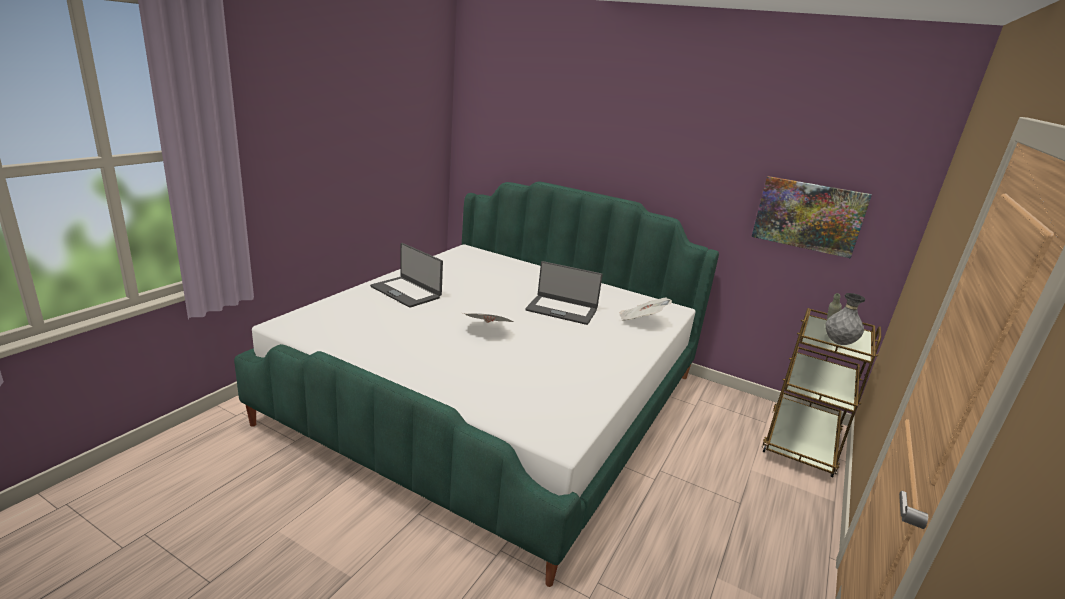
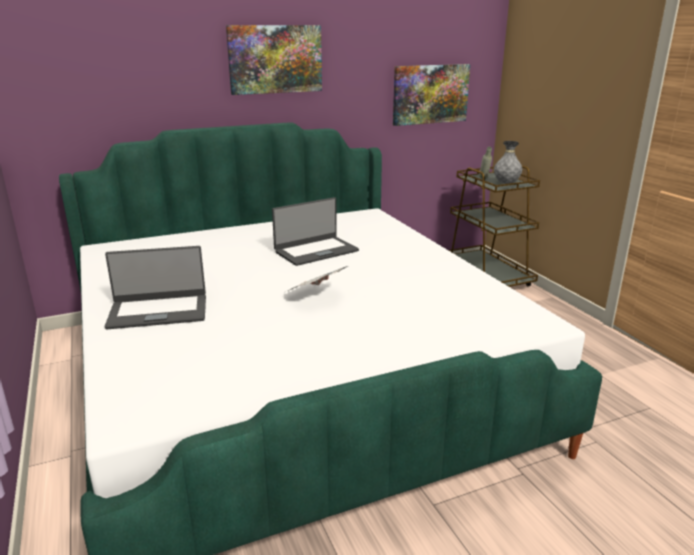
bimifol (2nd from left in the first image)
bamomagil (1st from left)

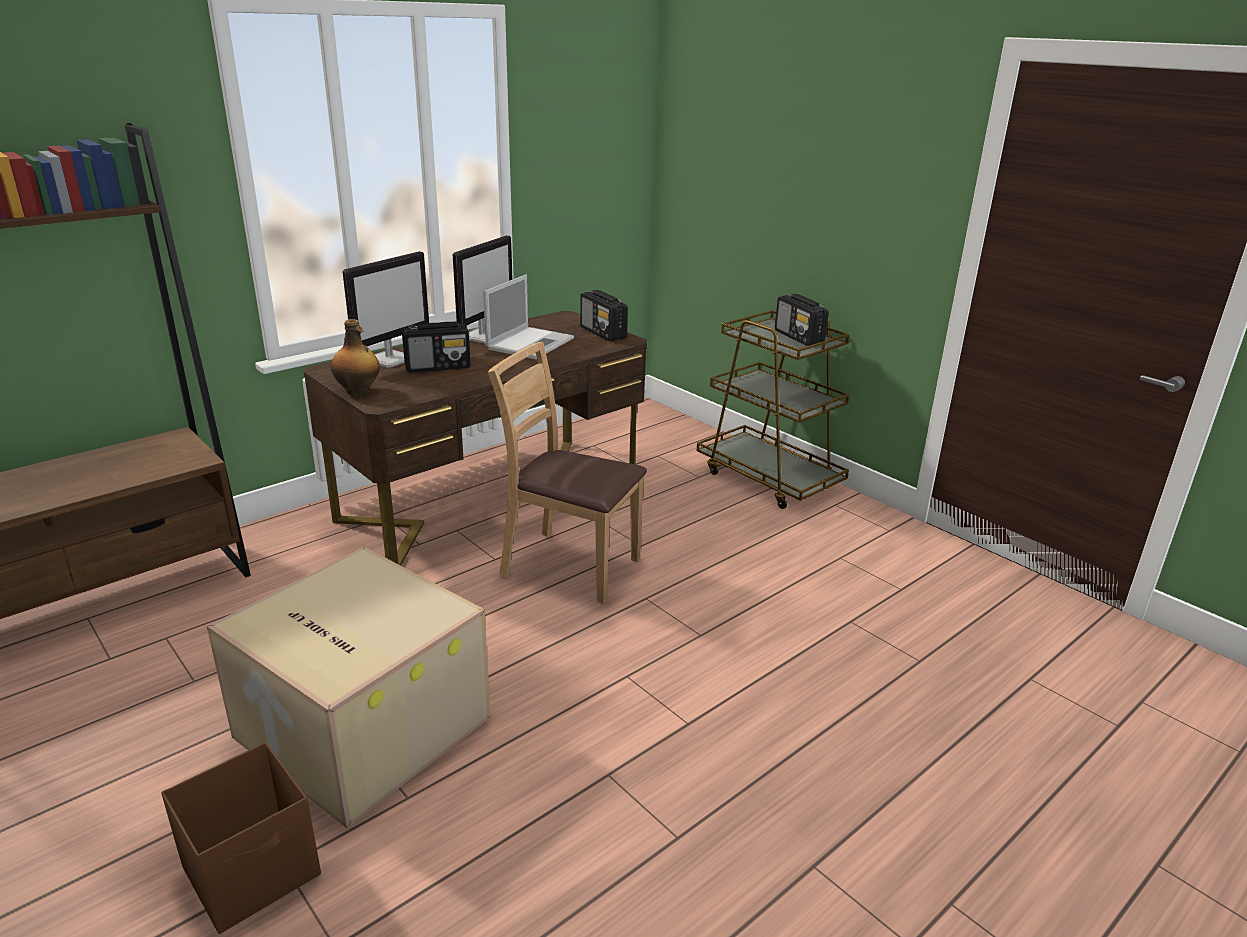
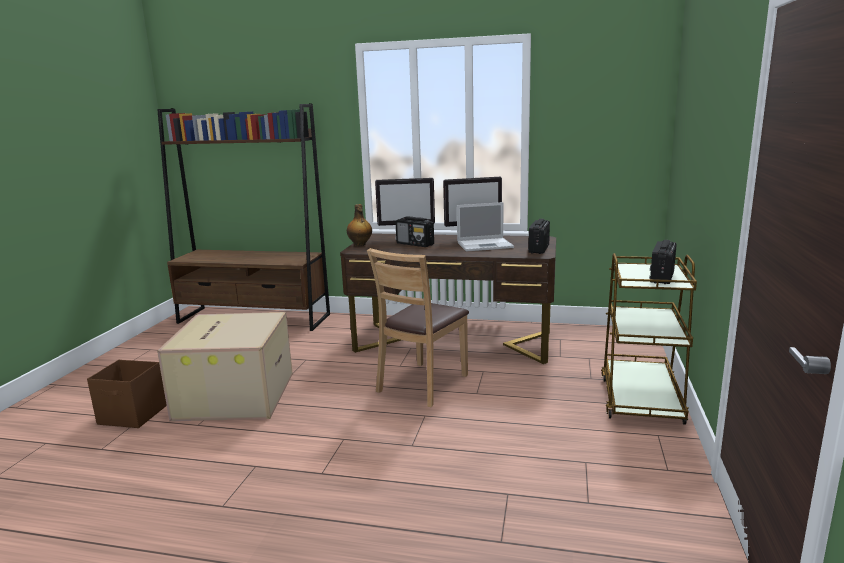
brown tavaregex

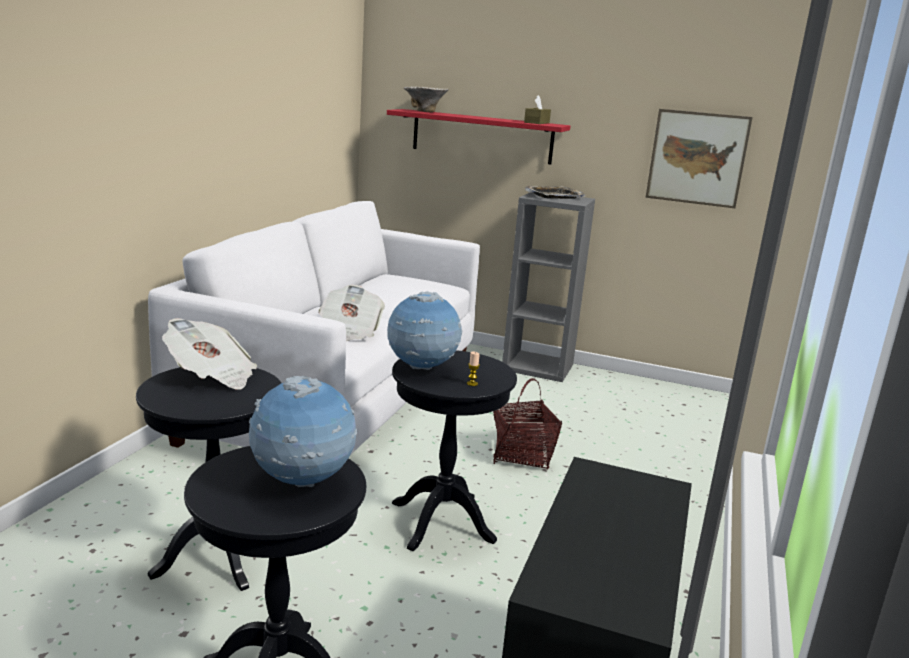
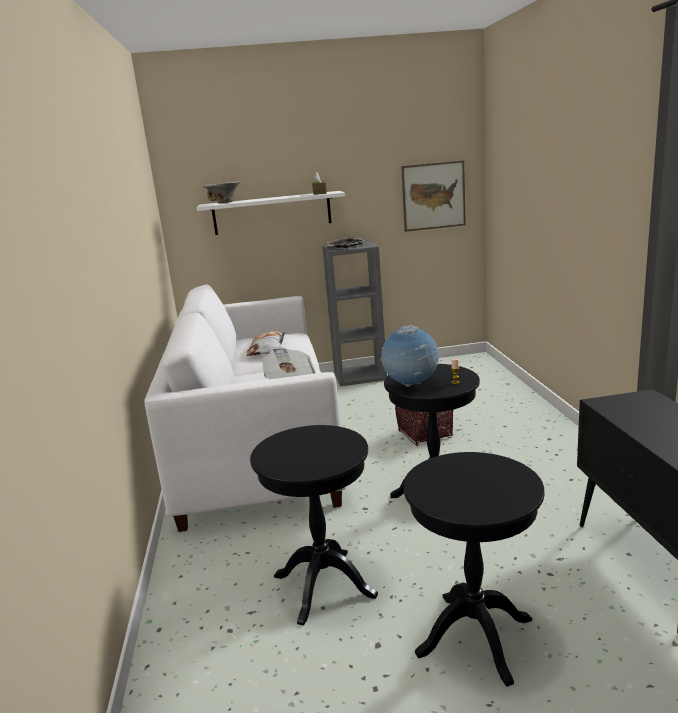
bimifol (1st from left in the first image)
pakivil (1st from left in the first image)
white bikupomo
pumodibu

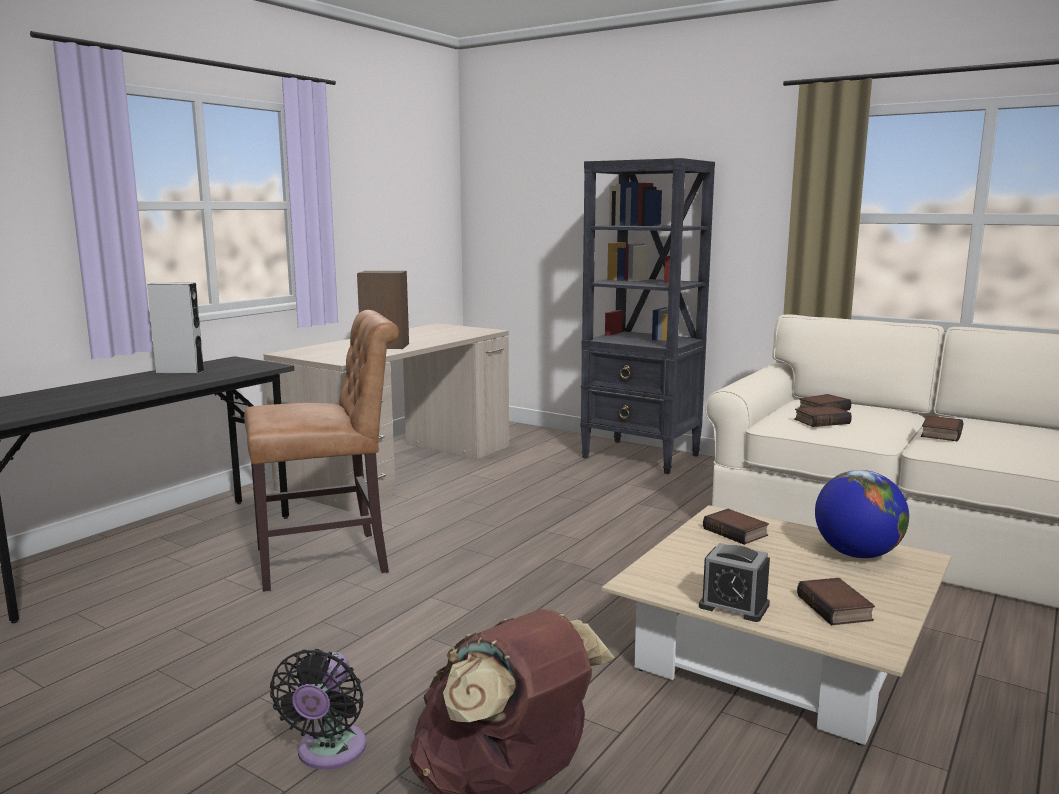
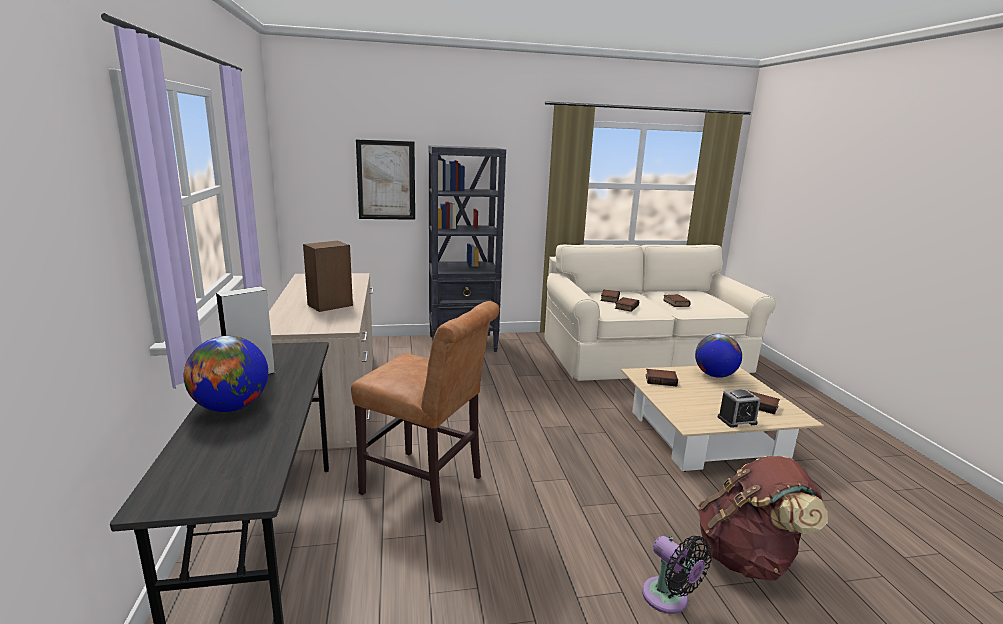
brown tavaregex
pakivil (1st from left)
bamomagil

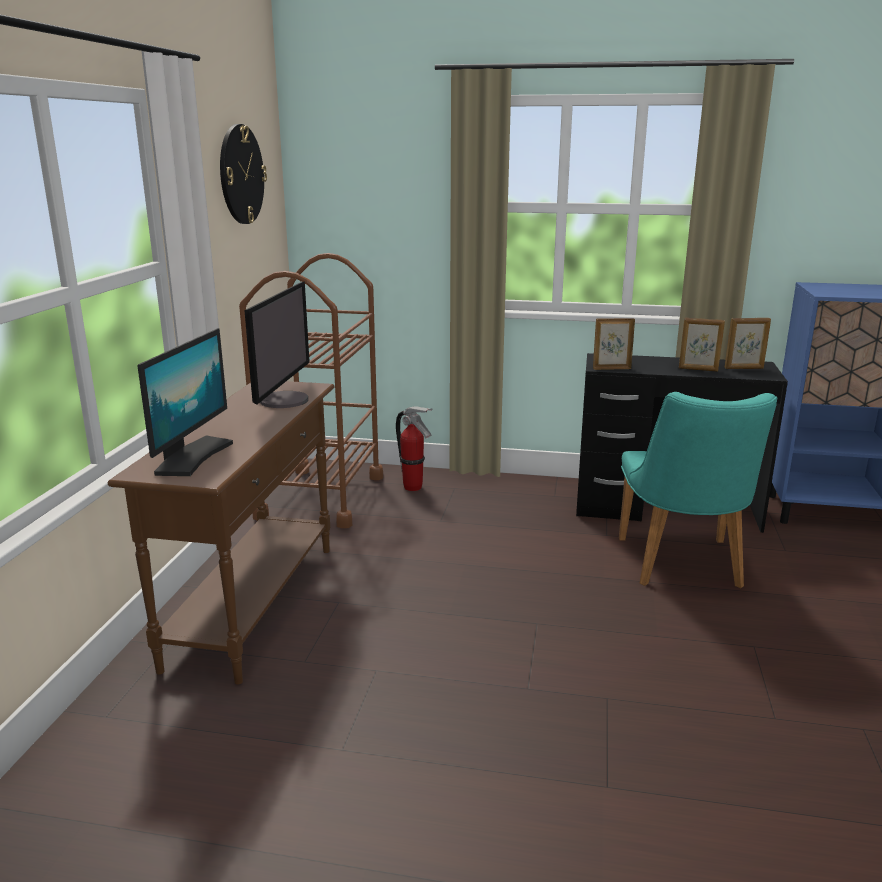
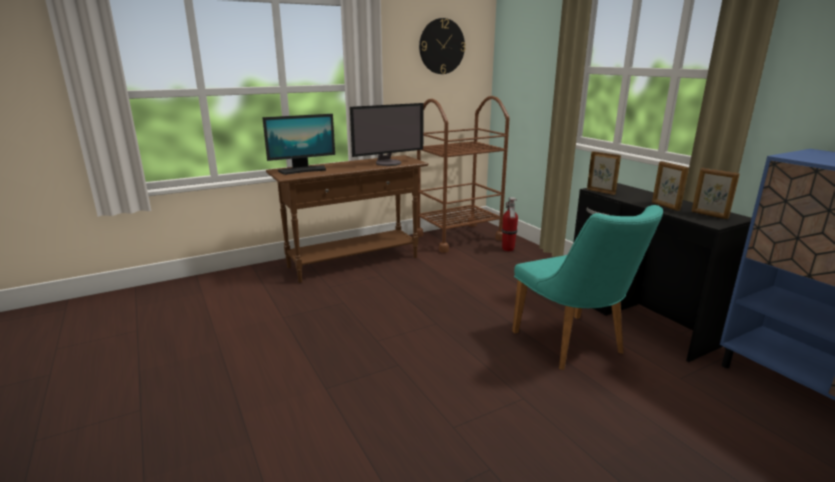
turquoise tavaregex

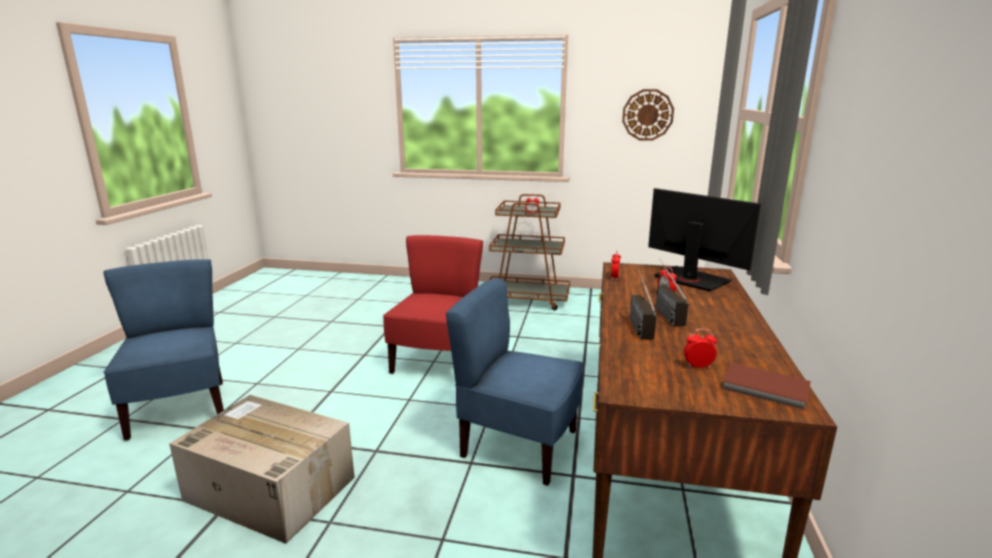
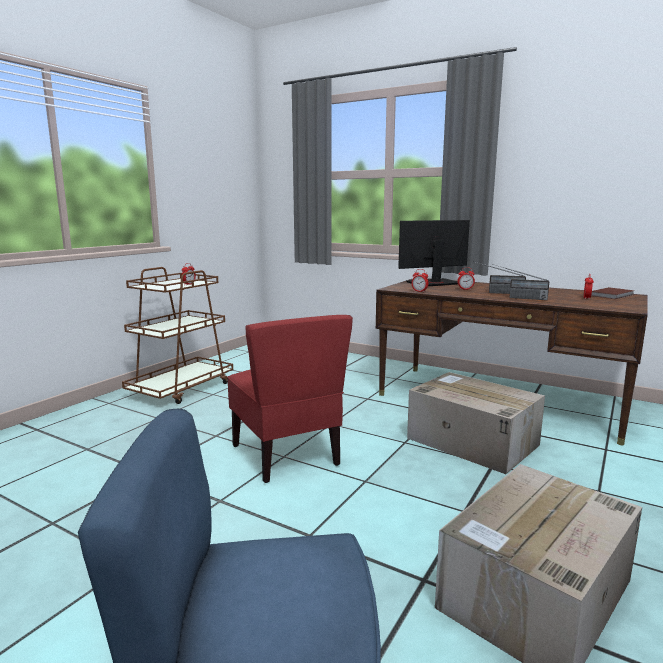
red tavaregex
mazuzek (1st from left)
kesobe

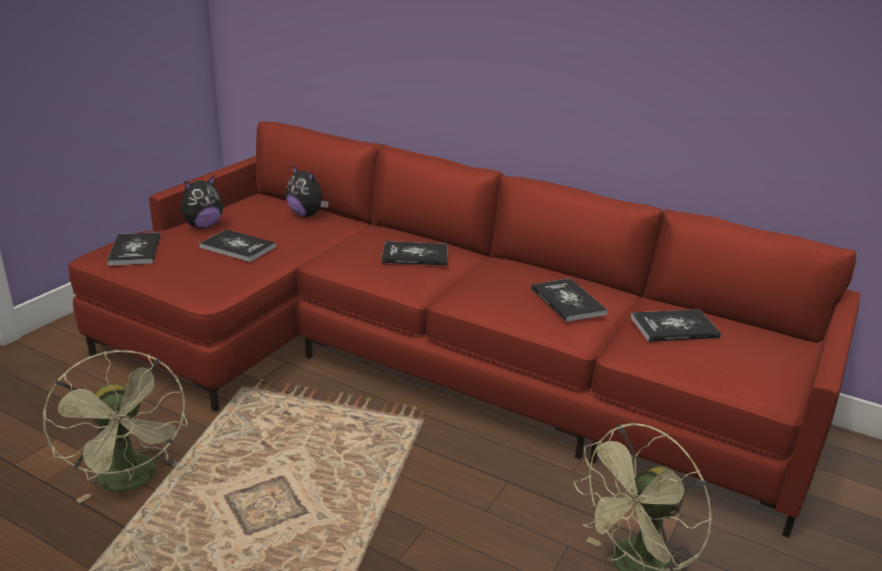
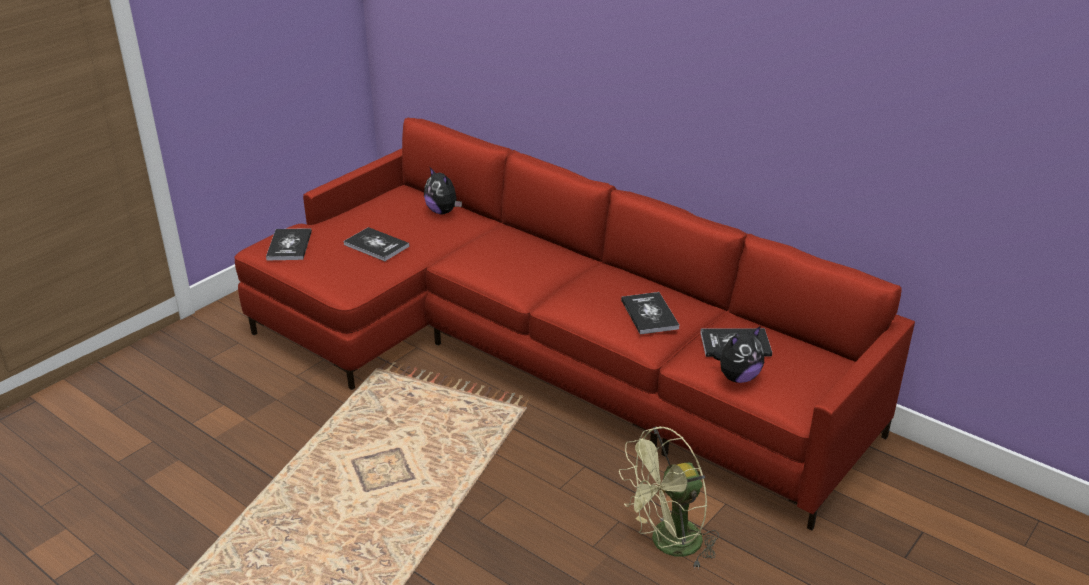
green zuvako (1st from left in the first image)
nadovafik (2nd from left)
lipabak (3rd from left in the first image)

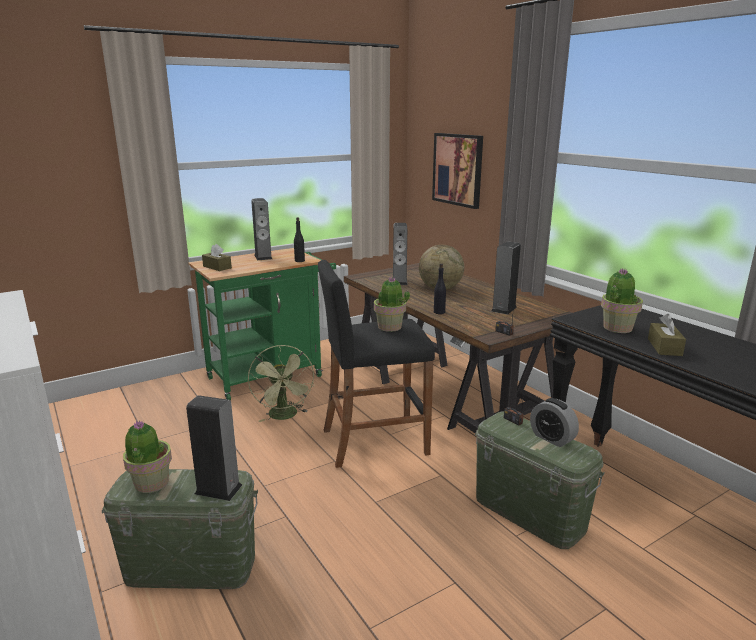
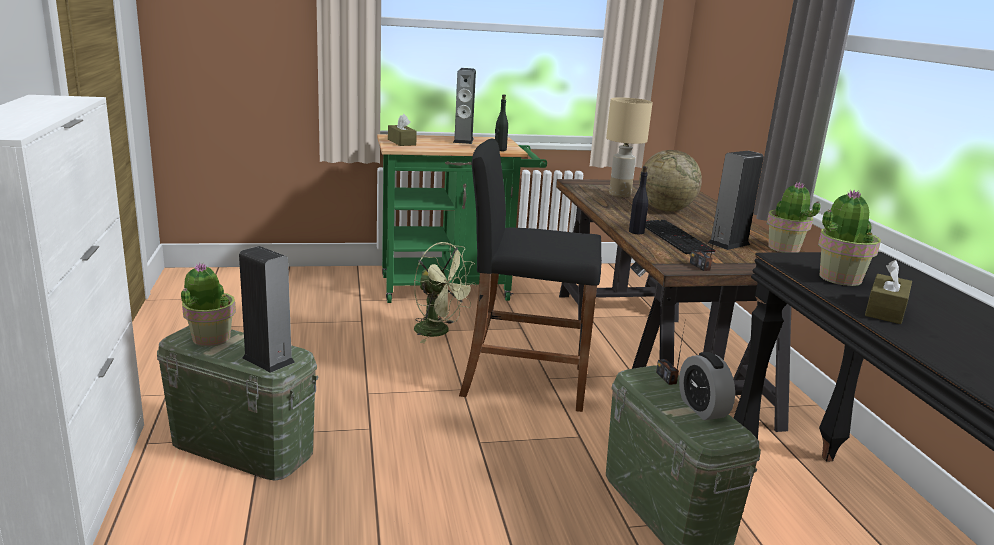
green zuvako
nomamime (2nd from left)
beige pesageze
bamomagil
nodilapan

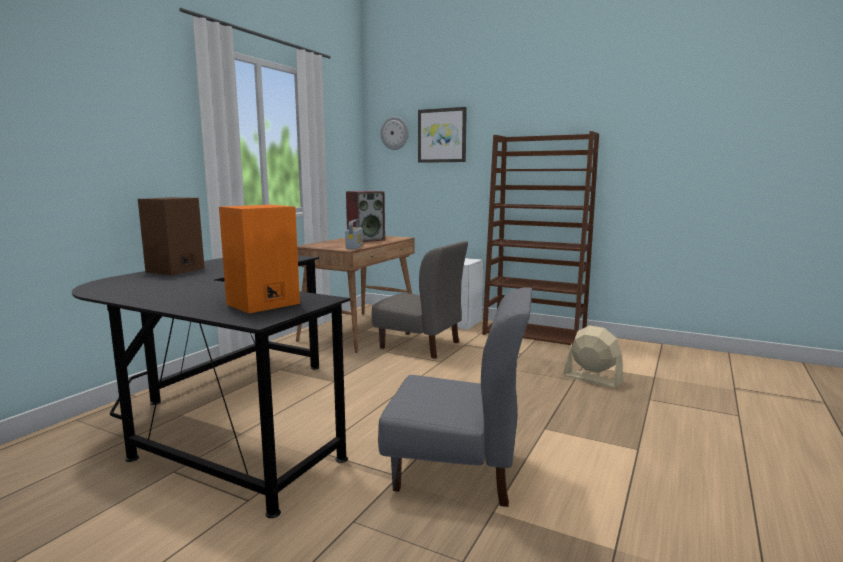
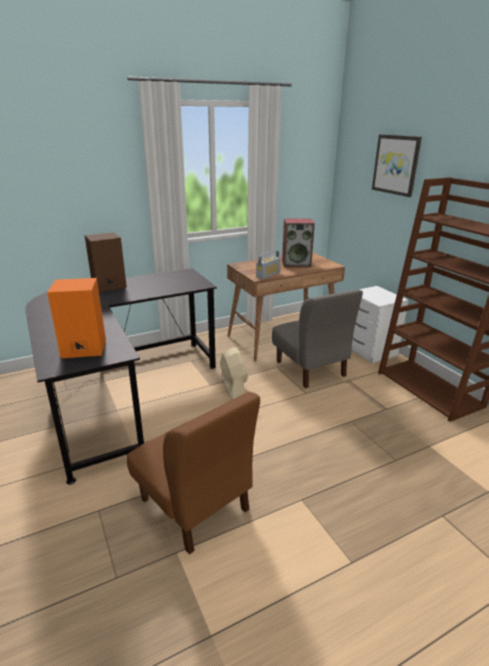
brown tavaregex
kesobe
beige zuvako

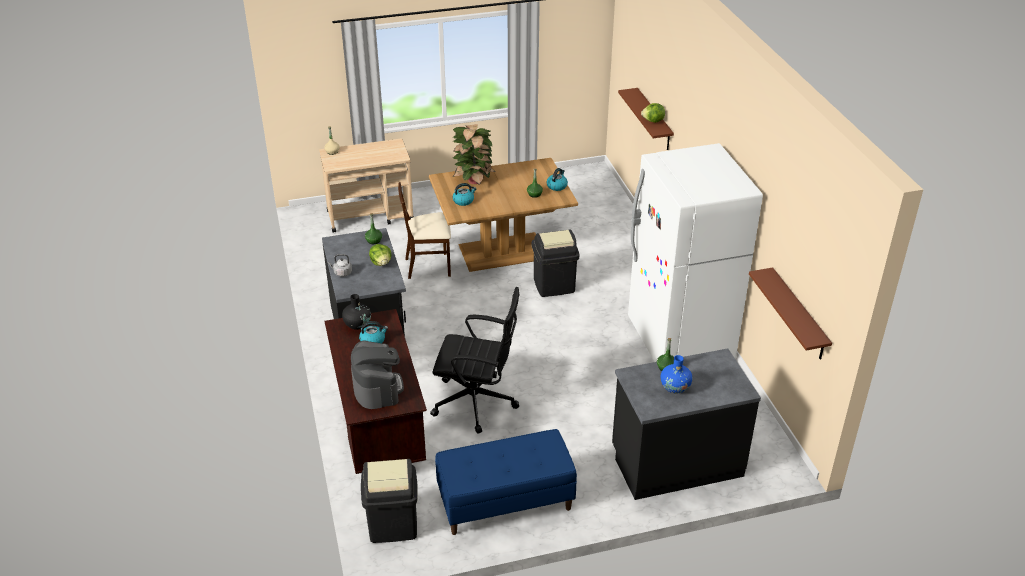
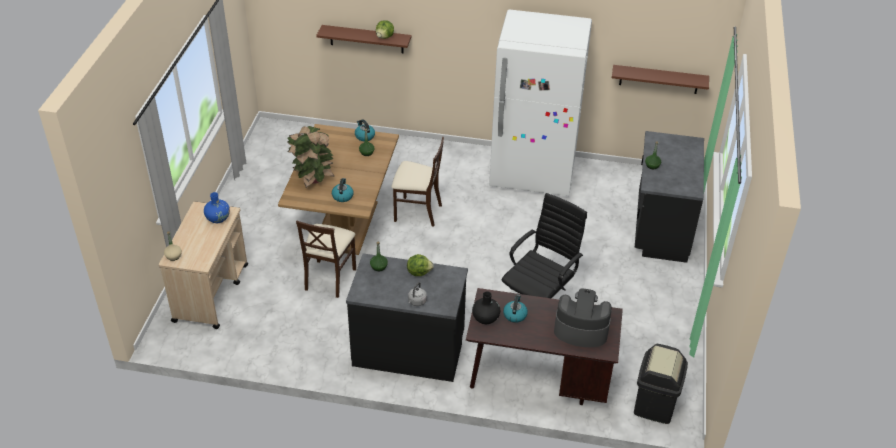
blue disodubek
beige tavaregex (2nd from left)
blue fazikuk

